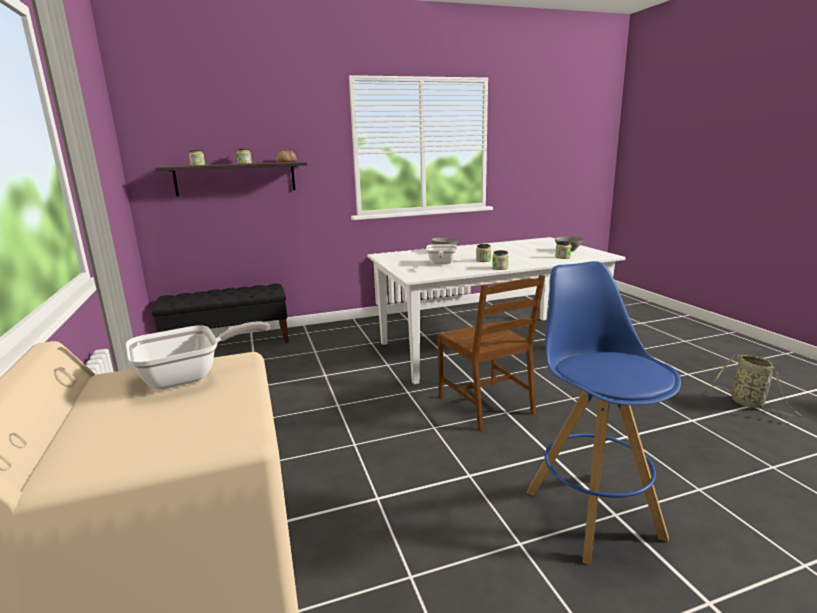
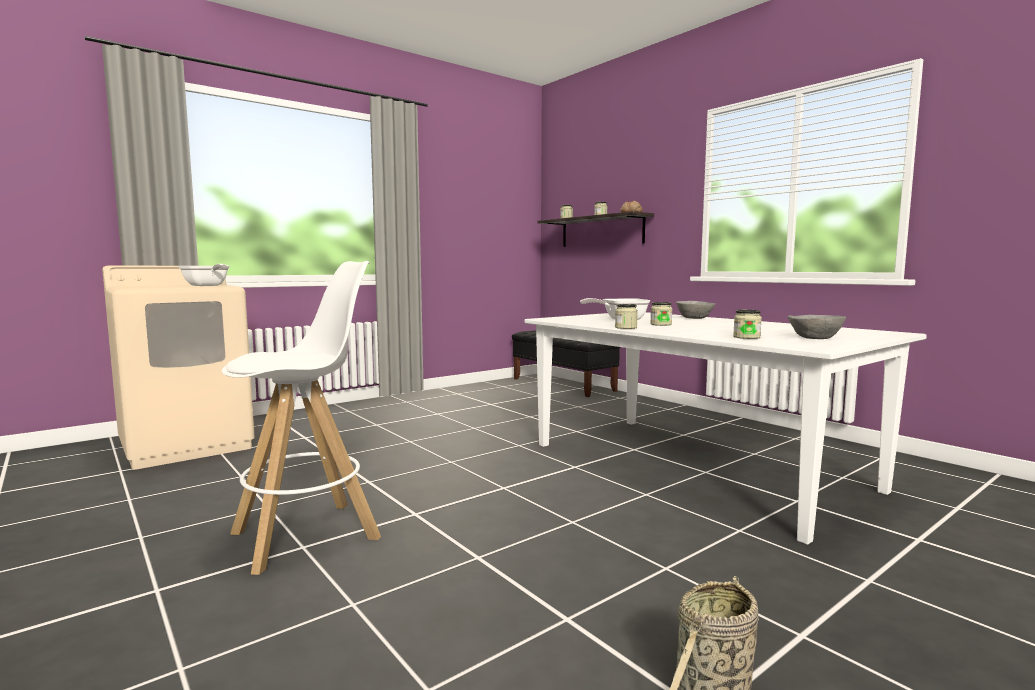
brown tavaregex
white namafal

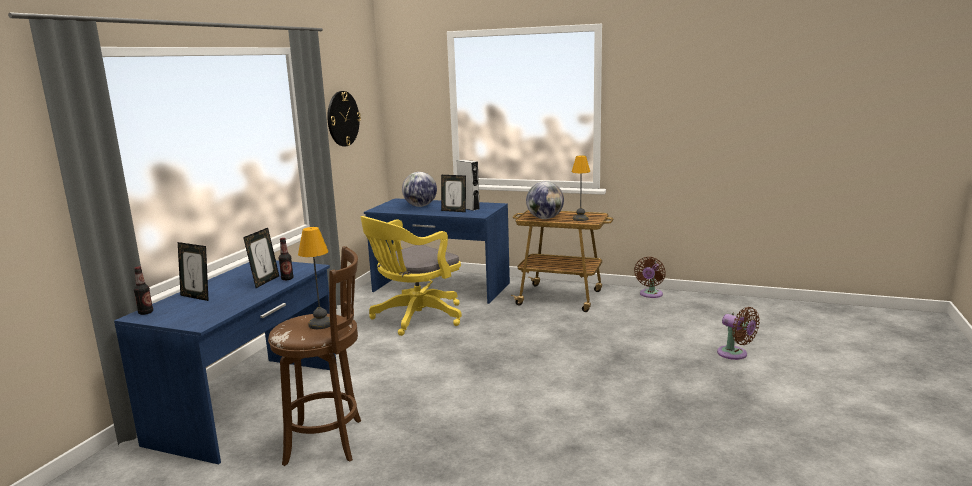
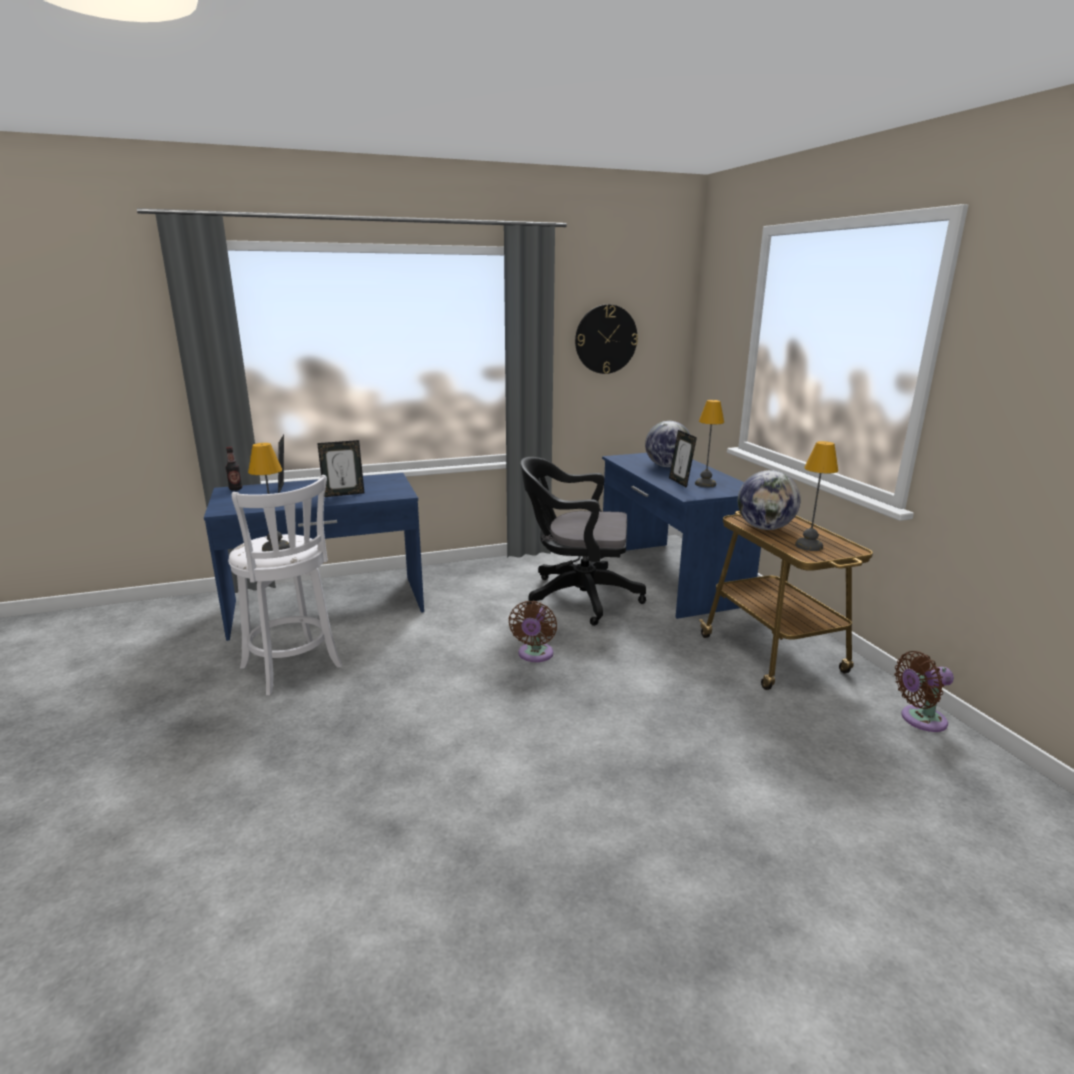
white namafal
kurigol (2nd from left in the first image)
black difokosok
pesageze (2nd from left)
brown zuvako (1st from left)

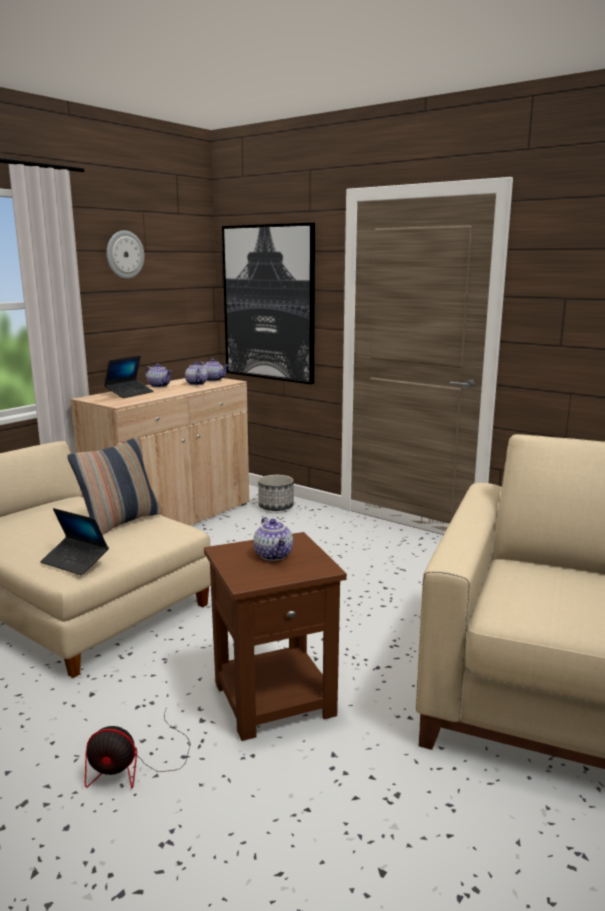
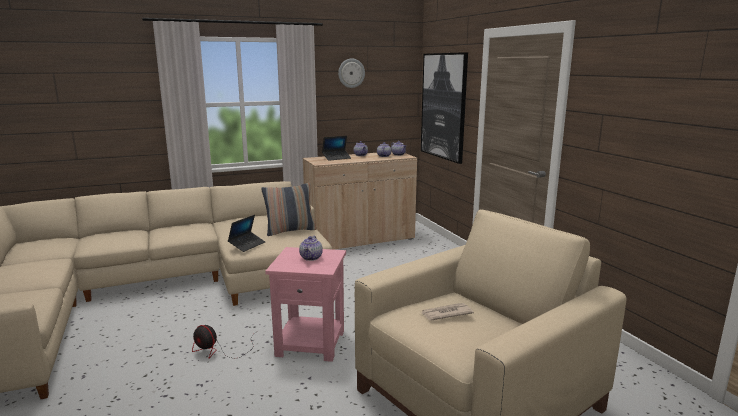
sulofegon (1st from left)
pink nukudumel
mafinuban
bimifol

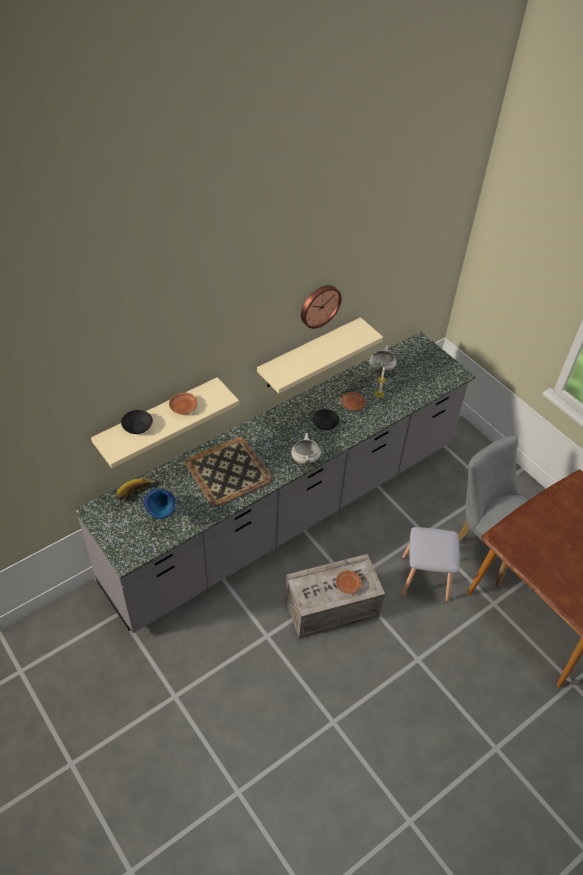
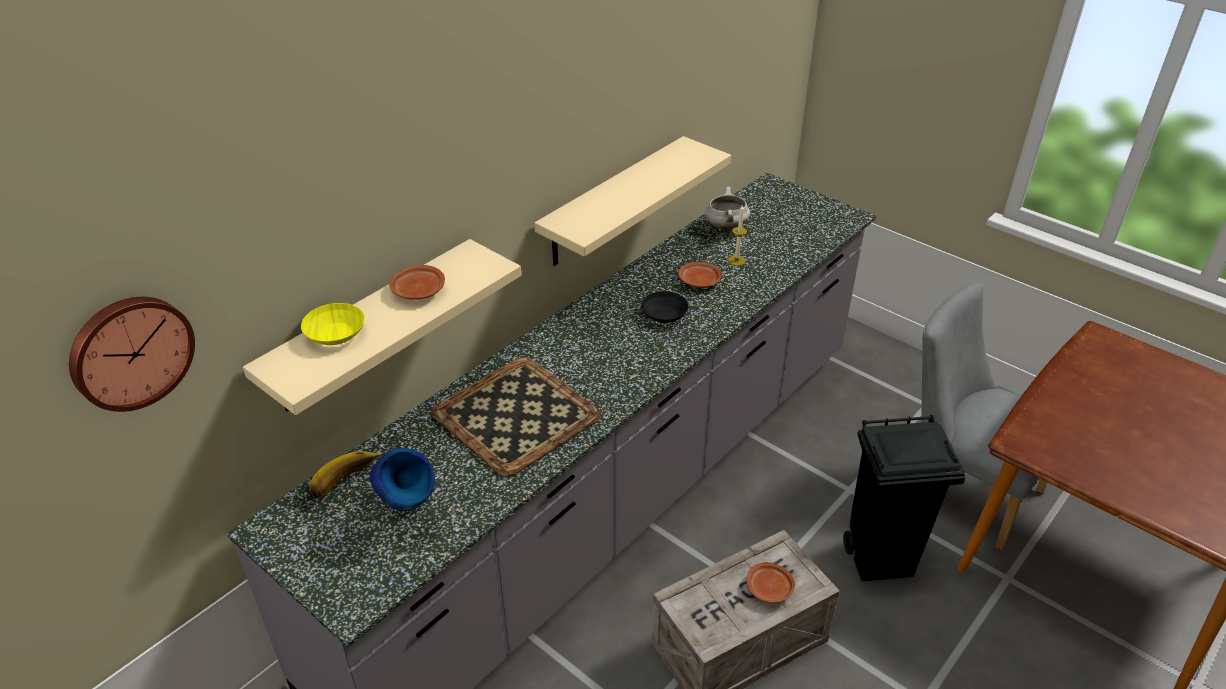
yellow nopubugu
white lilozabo (1st from left in the first image)
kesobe
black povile

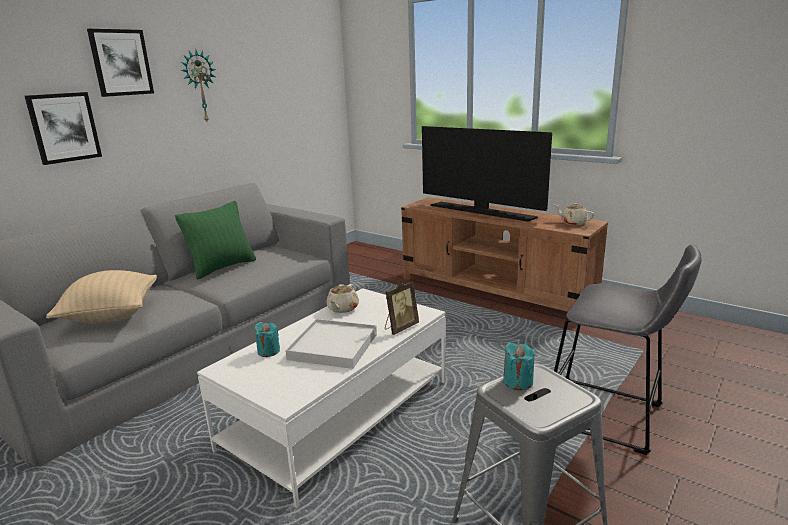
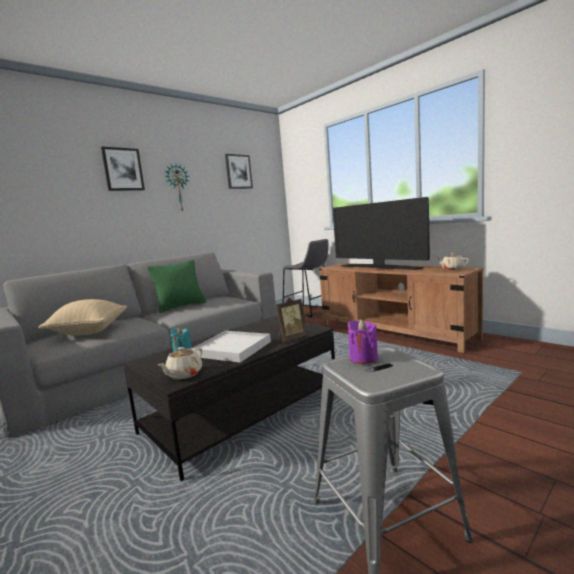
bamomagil (2nd from left)
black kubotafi
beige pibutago (1st from left)
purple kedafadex
grey namafal (1st from left)

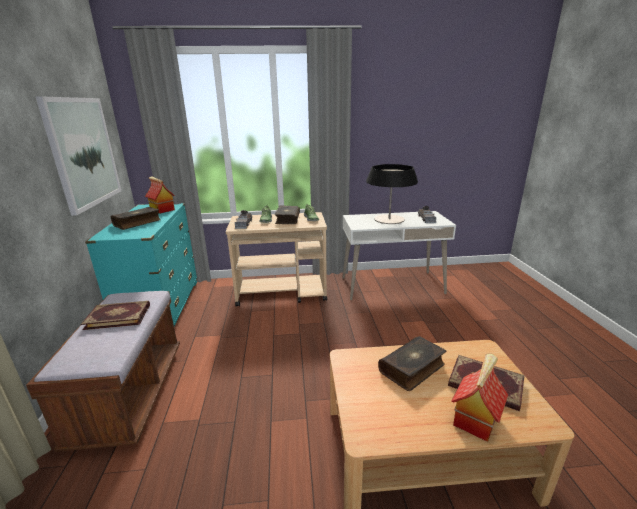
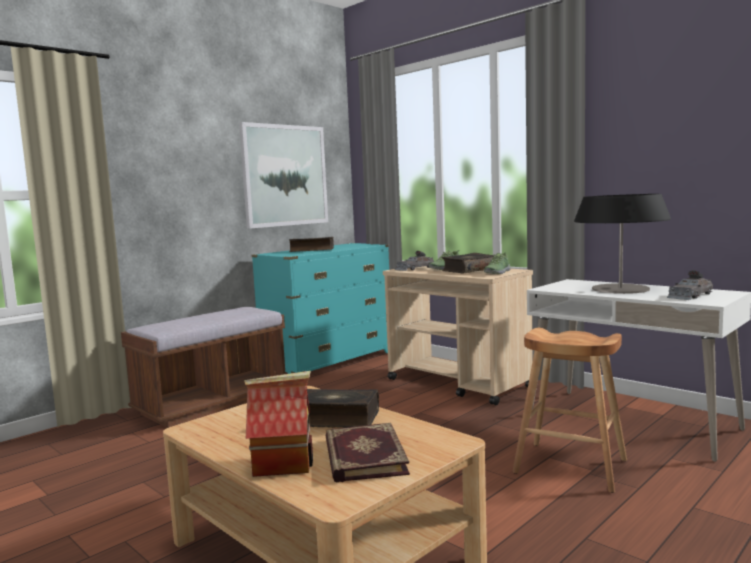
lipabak (1st from left in the first image)
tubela (1st from left in the first image)
brown namafal

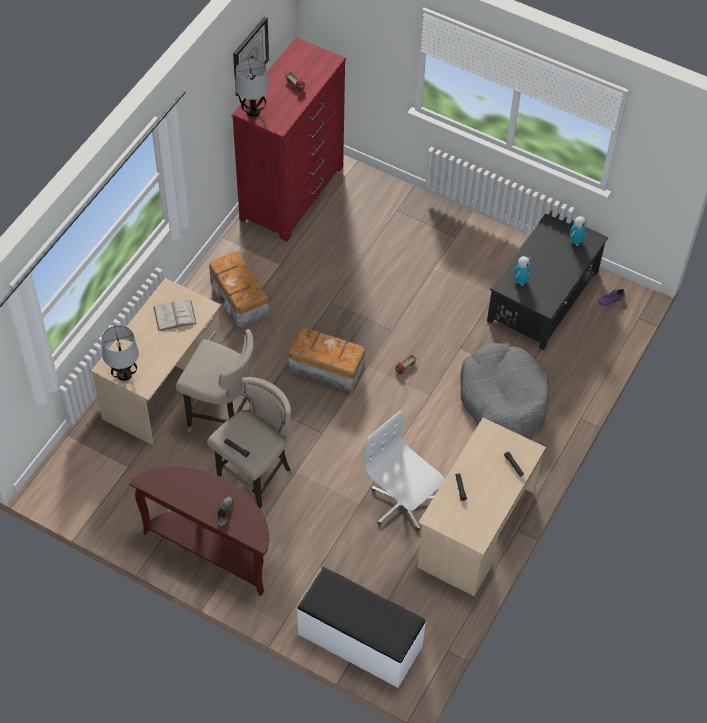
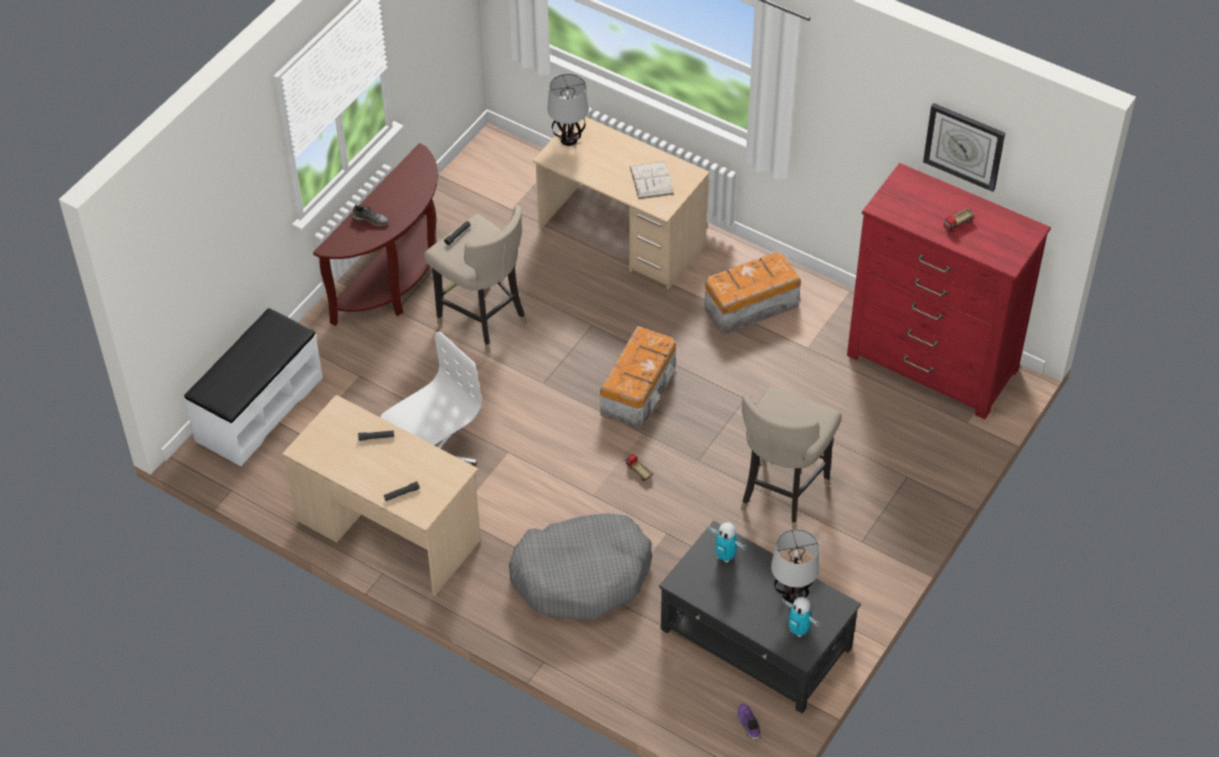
beige namafal (2nd from left)
pesageze (2nd from left)

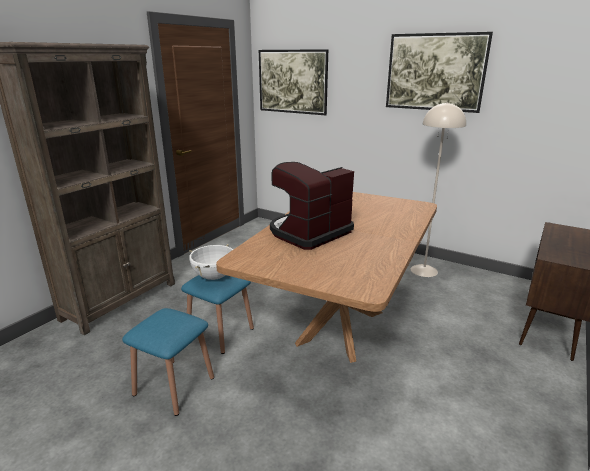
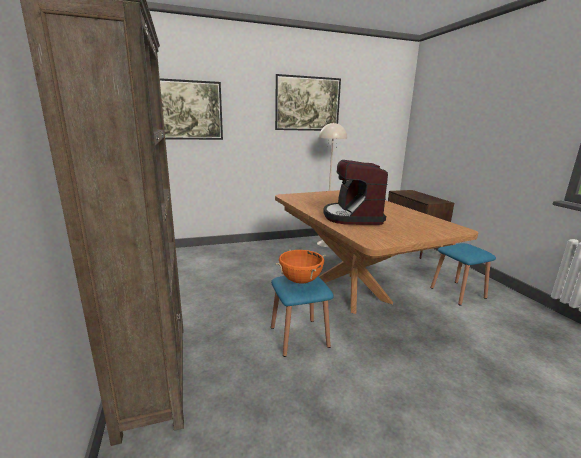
blue namafal (2nd from left)
orange lilozabo

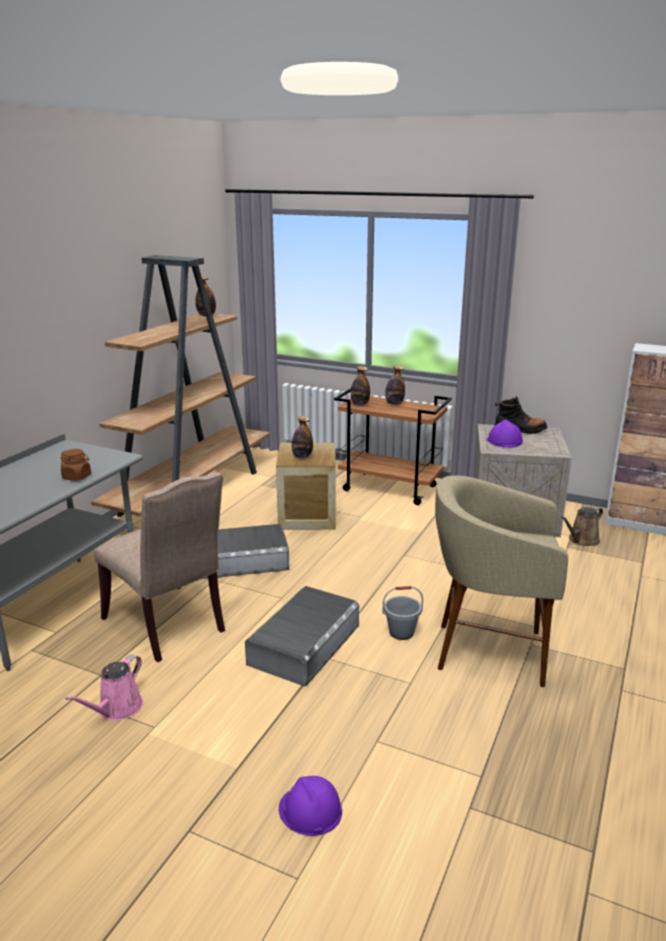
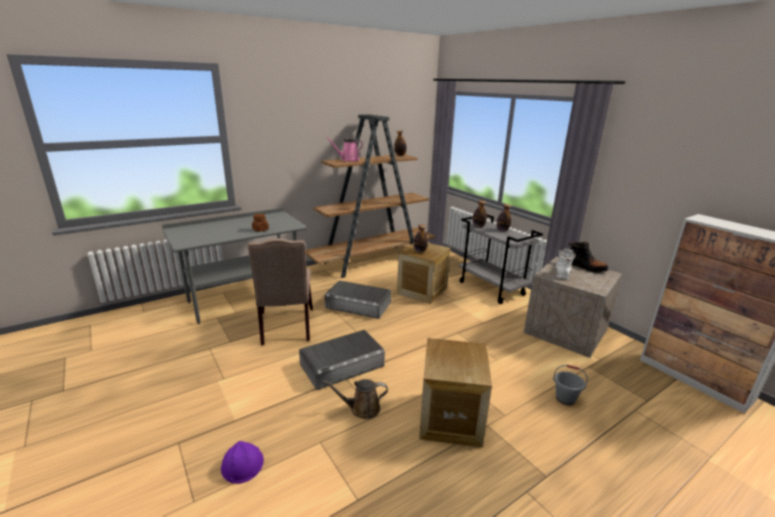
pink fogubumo
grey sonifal
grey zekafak
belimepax (2nd from left)
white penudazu
brown fogubumo

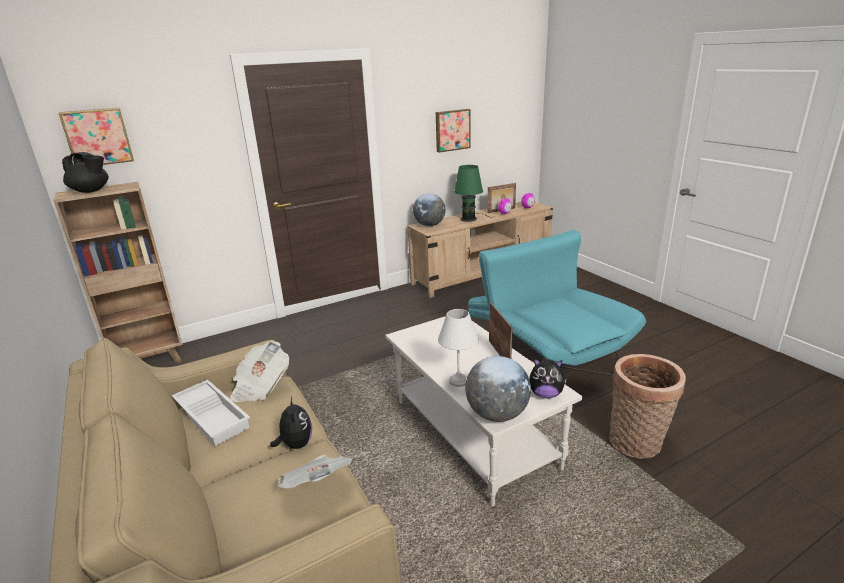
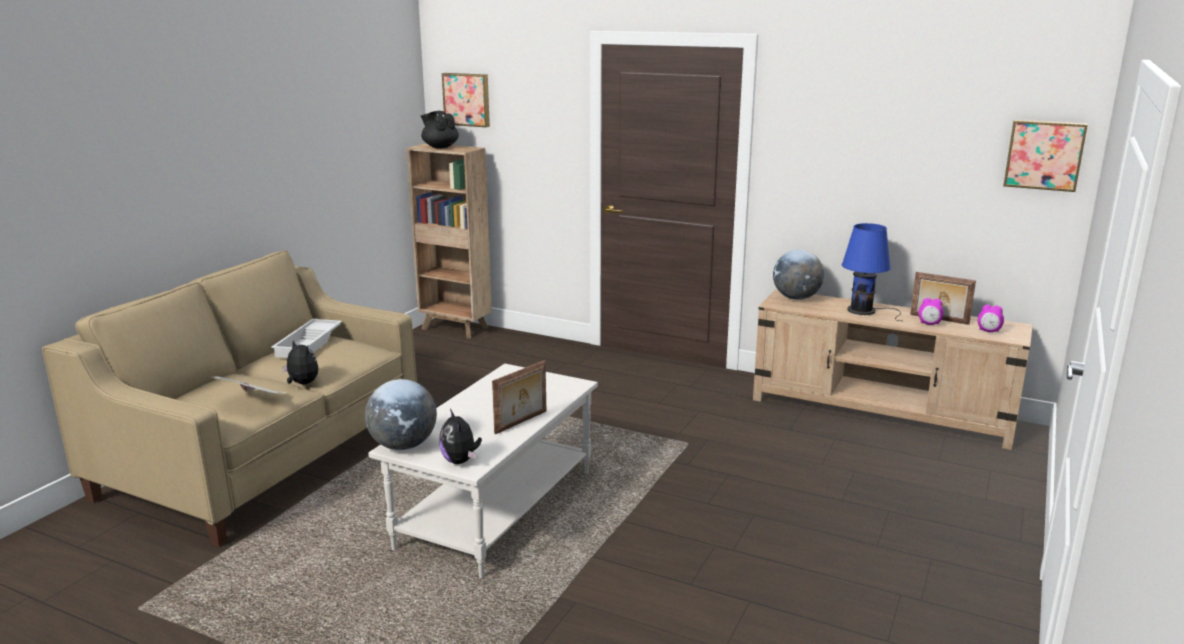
black pibutago
bimifol (1st from left in the first image)
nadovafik (1st from left)
bamomagil (2nd from left)
white pesageze
blue pesageze
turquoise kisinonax
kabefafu

